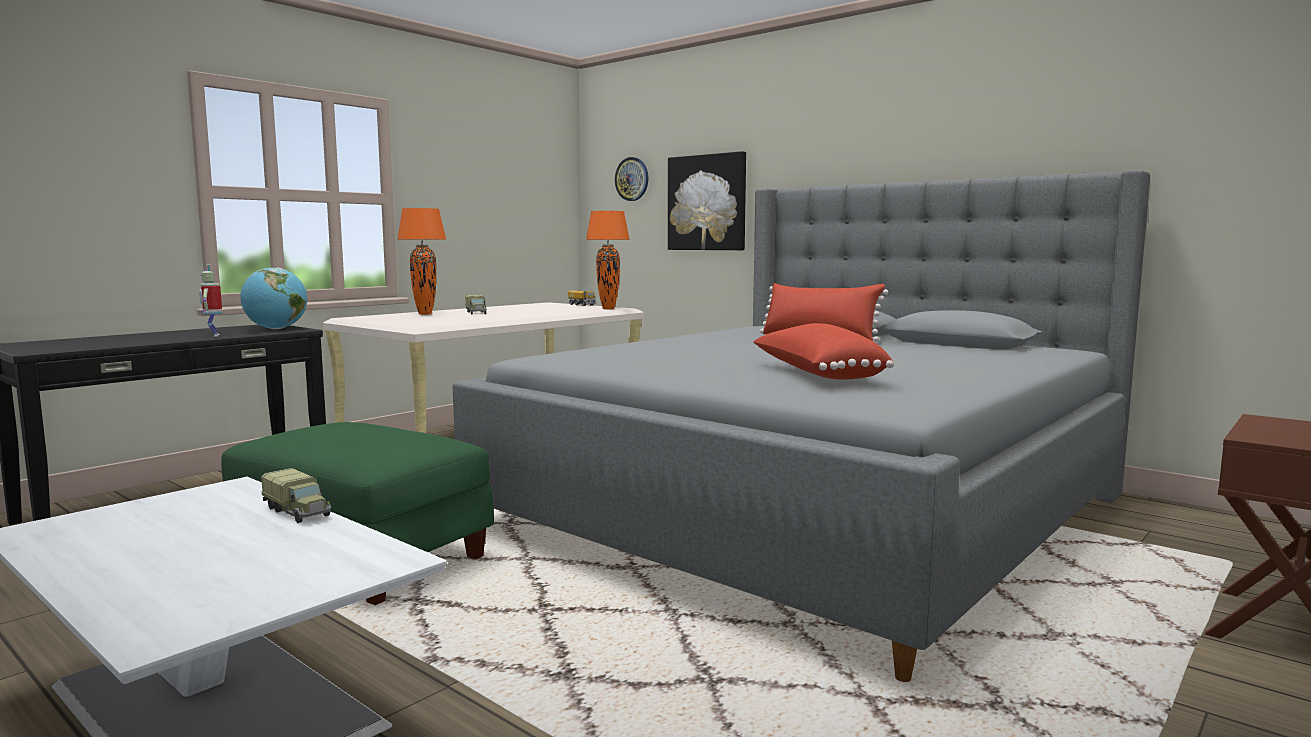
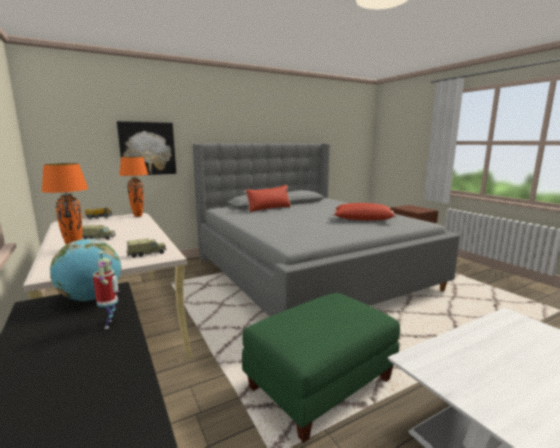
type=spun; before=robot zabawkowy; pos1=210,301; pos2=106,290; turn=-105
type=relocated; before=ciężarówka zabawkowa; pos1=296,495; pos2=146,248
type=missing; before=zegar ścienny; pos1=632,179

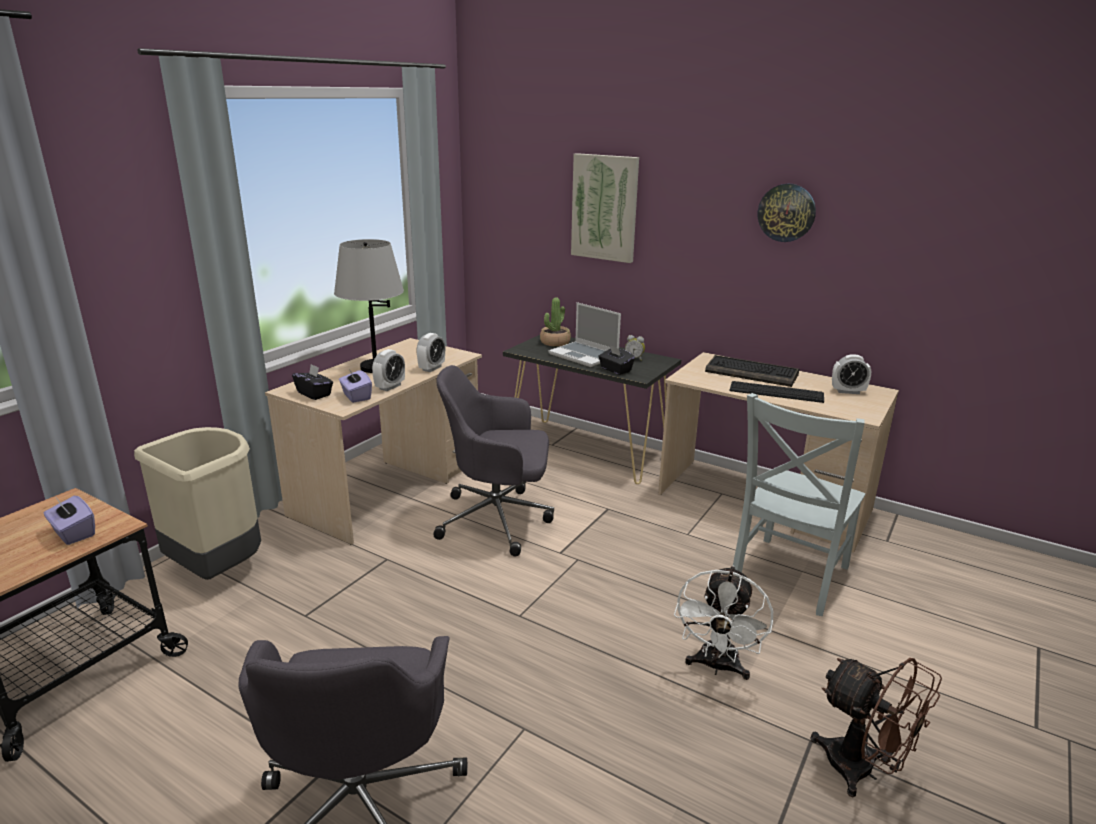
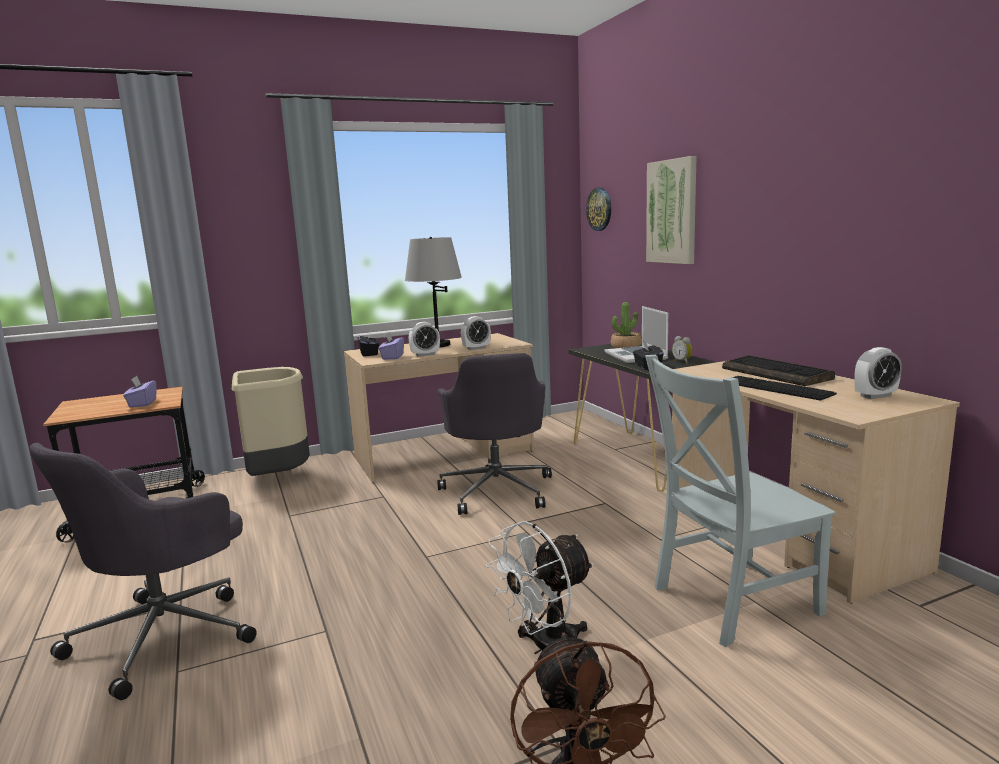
type=spun; before=krzesło biurowe [szary]; pos1=493,460; pos2=494,434; turn=-135
type=relocated; before=zegar ścienny; pos1=787,213; pos2=598,209
type=spun; before=budzik; pos1=851,374; pos2=878,373; turn=-60

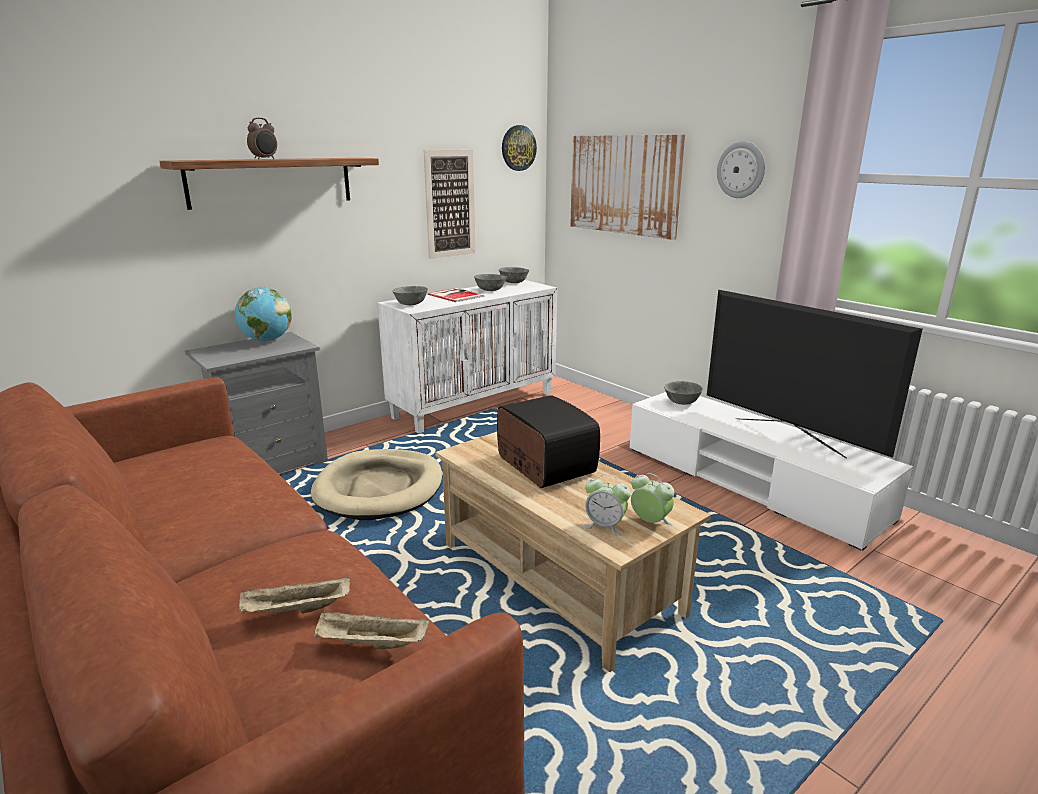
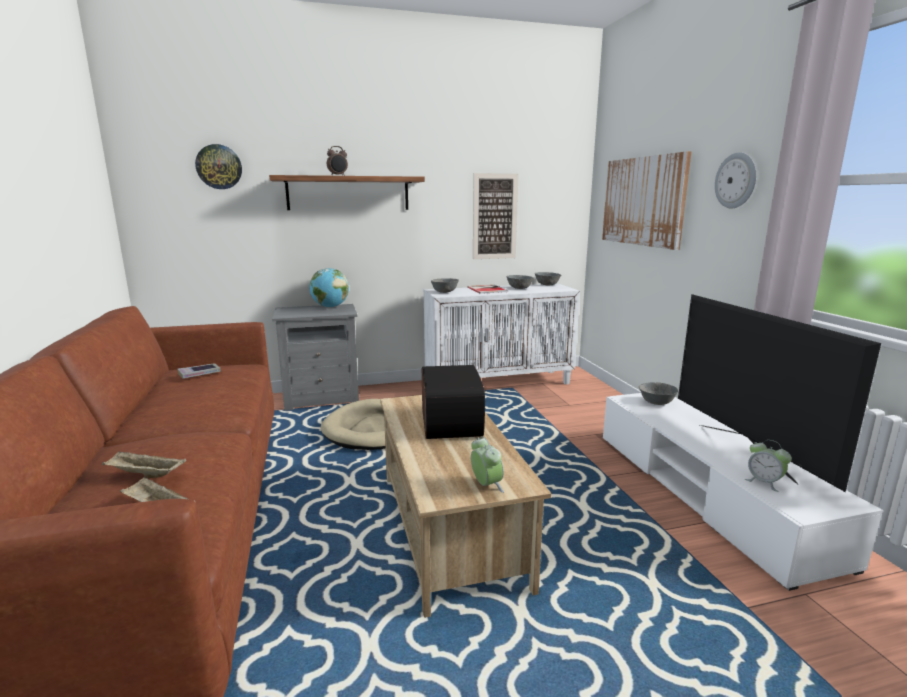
type=appeared; after=książka; pos2=199,371
type=relocated; before=zegar ścienny; pos1=519,148; pos2=218,166
type=relocated; before=budzik; pos1=607,505; pos2=768,466

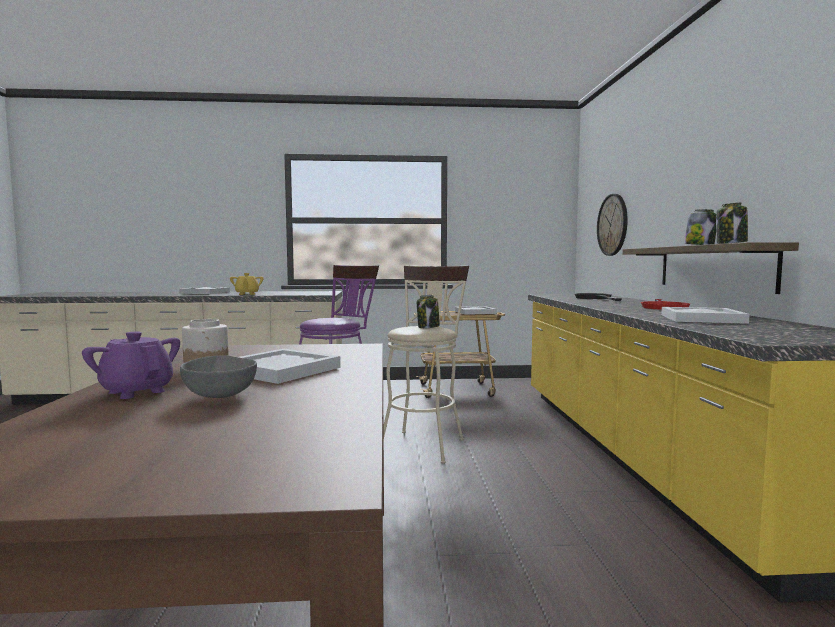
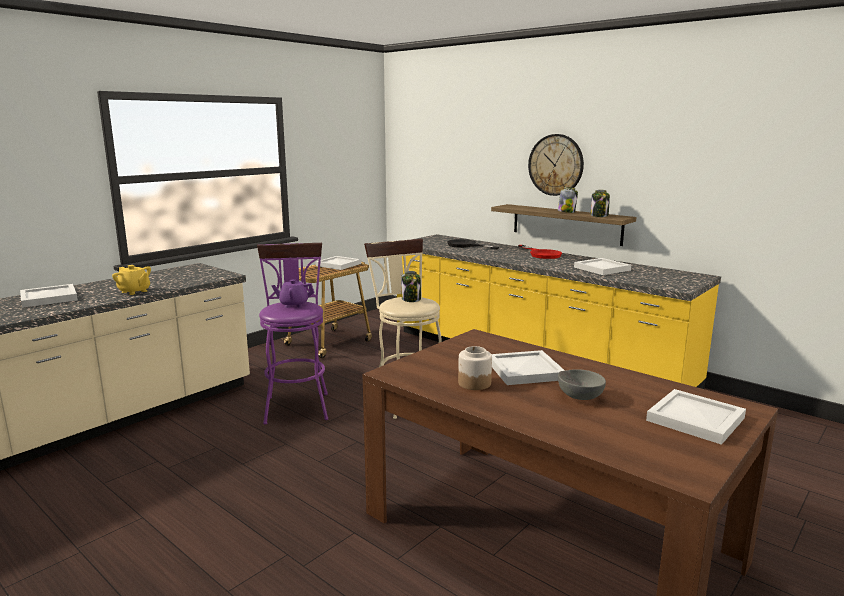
type=relocated; before=imbryk [fioletowy]; pos1=131,365; pos2=293,293
type=relocated; before=zegar ścienny; pos1=612,225; pos2=556,165
type=appeared; after=taca [biały]; pos2=696,417

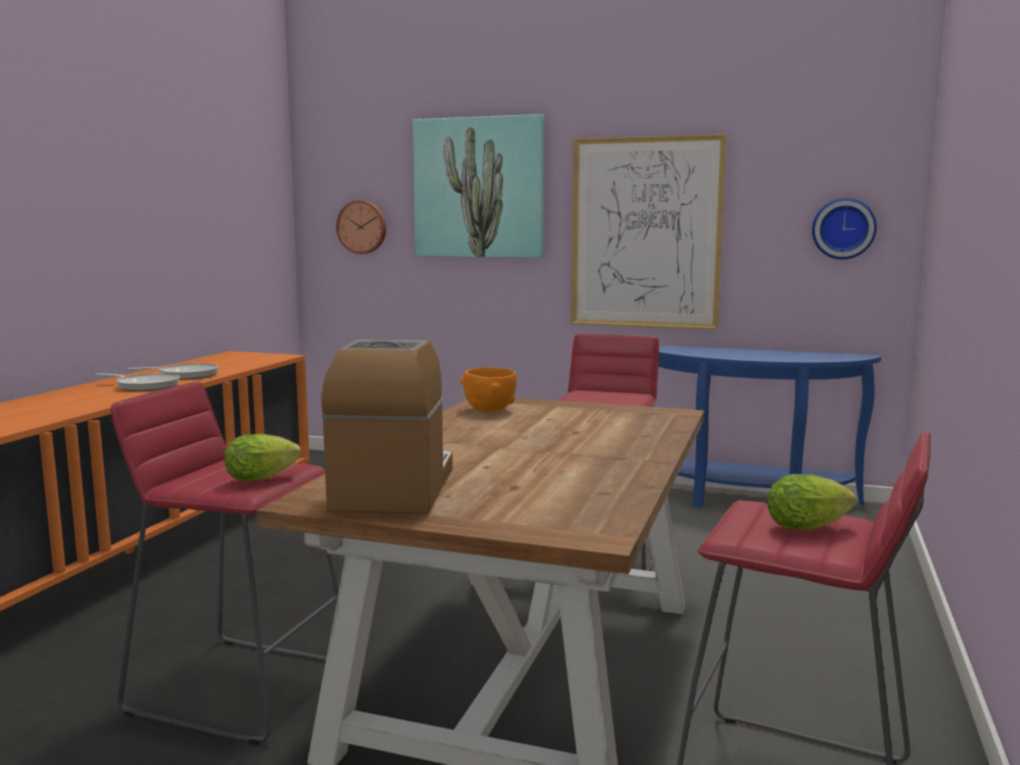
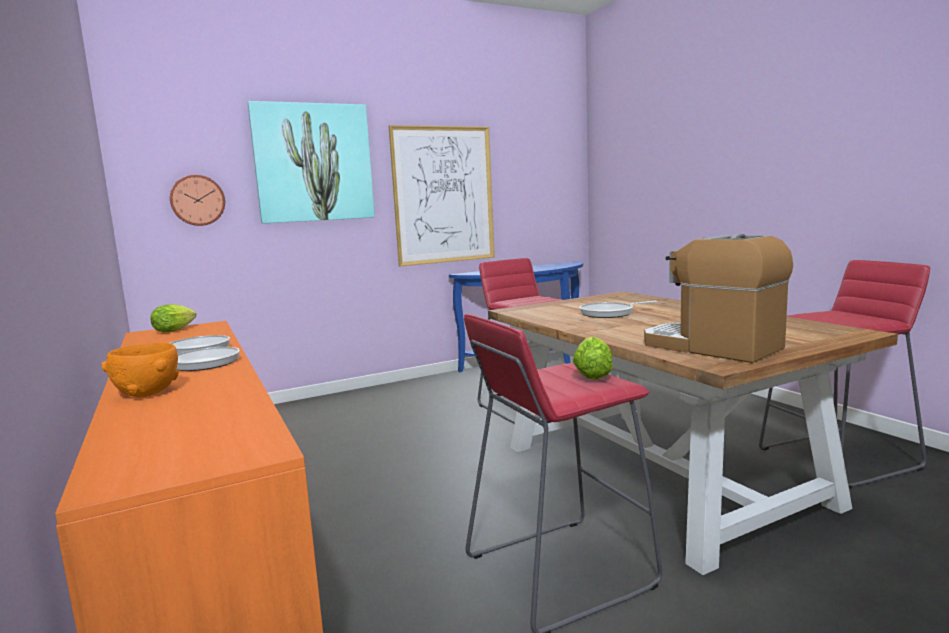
type=relocated; before=miska [pomarańczowy]; pos1=489,389; pos2=140,370
type=relocated; before=sałata; pos1=811,502; pos2=173,318
type=appeared; after=patelnia; pos2=619,309
type=missing; before=zegar ścienny; pos1=844,228

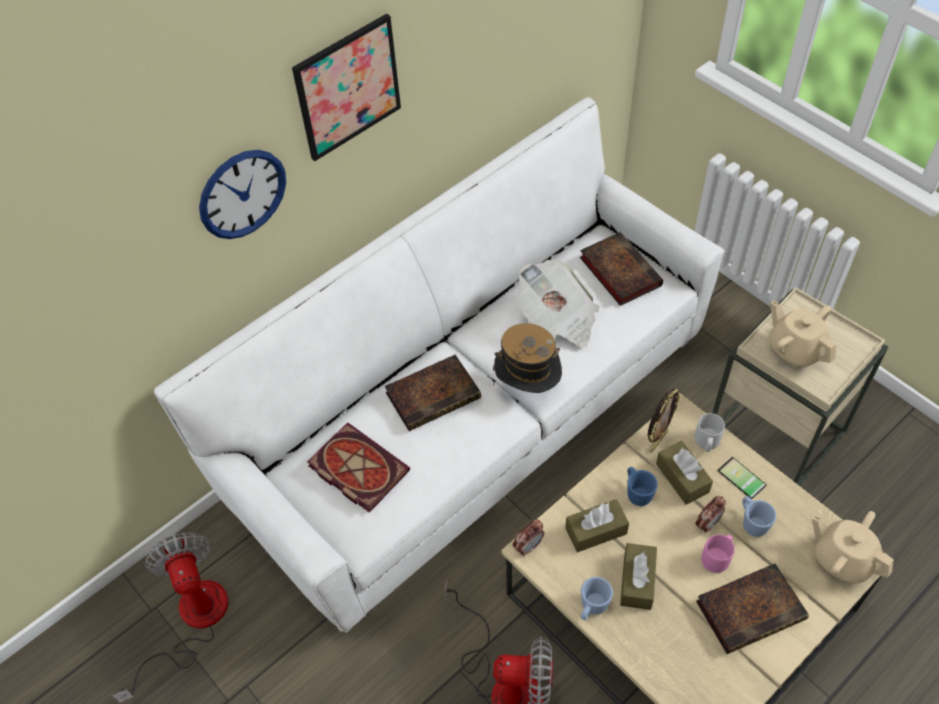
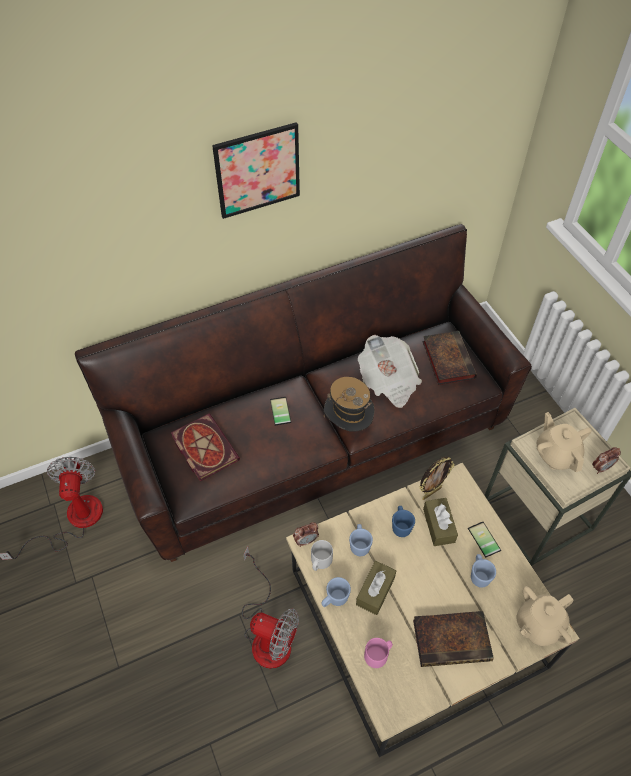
type=colour; before=kanapa [biały]; after=kanapa [brązowy]; pos1=439,365; pos2=303,393
type=exchanged; before=książka; after=telefon; pos1=433,392; pos2=280,411
type=relocated; before=kubek [szary]; pos1=709,432; pos2=322,555
type=exchanged; before=pudełko chusteczek [brązowy]; after=kubek [niebieski]; pos1=597,525; pos2=361,540
type=relocated; before=kubek [różowy]; pos1=718,553; pos2=378,653
type=spun; before=imbryk [beżowy]; pos1=852,547; pos2=545,616; turn=-90
type=relocated; before=budzik; pos1=710,515; pos2=606,460
type=missing; before=zegar ścienny; pos1=242,194

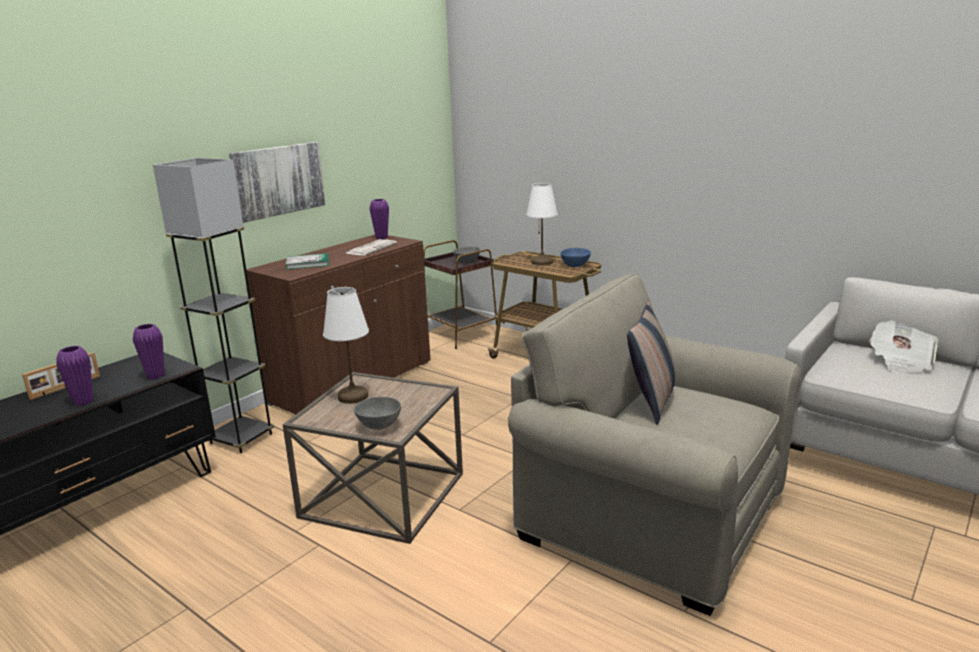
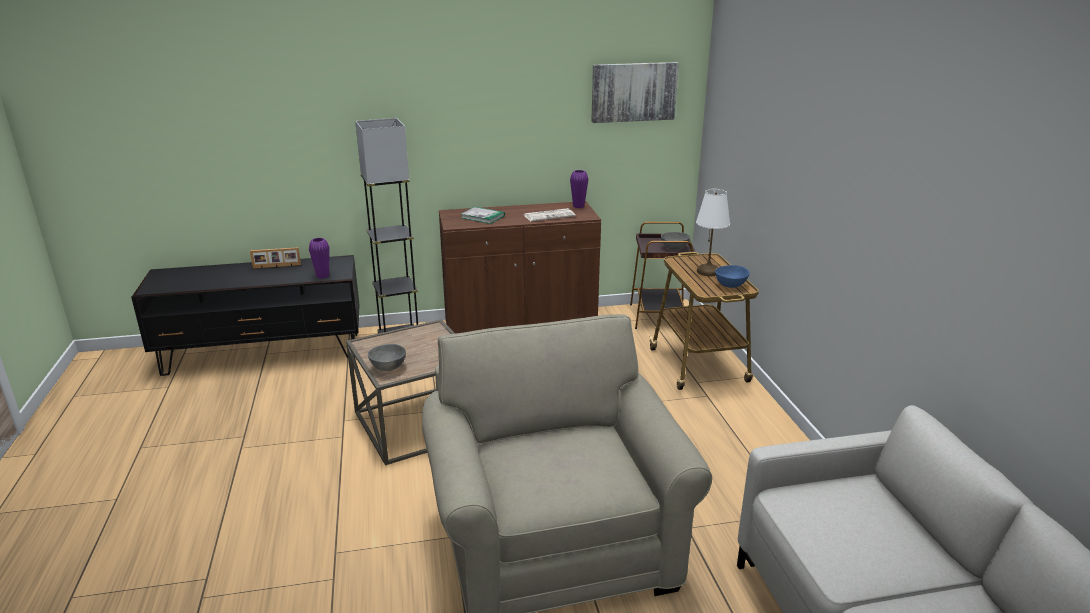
type=relocated; before=obraz; pos1=277,182; pos2=635,92
type=missing; before=wazon [fioletowy]; pos1=74,376
type=missing; before=lampa stołowa [biały]; pos1=346,345
type=missing; before=poduszka; pos1=651,363
type=missing; before=gazeta; pos1=903,346

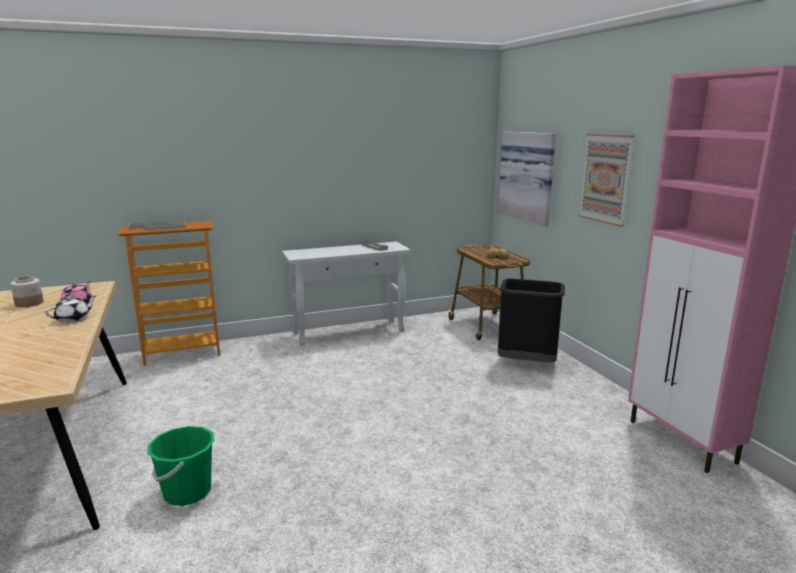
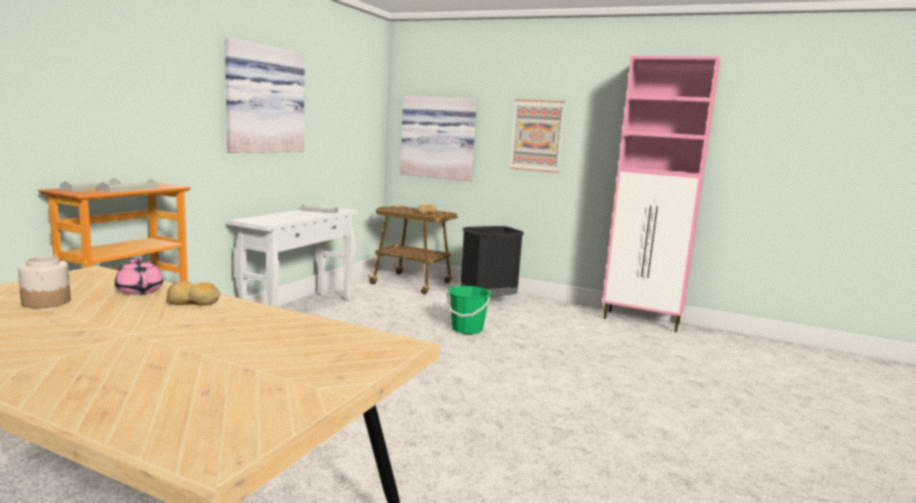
type=exchanged; before=imbryk [biały]; after=chleb; pos1=70,309; pos2=193,293
type=appeared; after=obraz; pos2=265,95
type=relocated; before=wiadro [zielony]; pos1=181,466; pos2=469,310

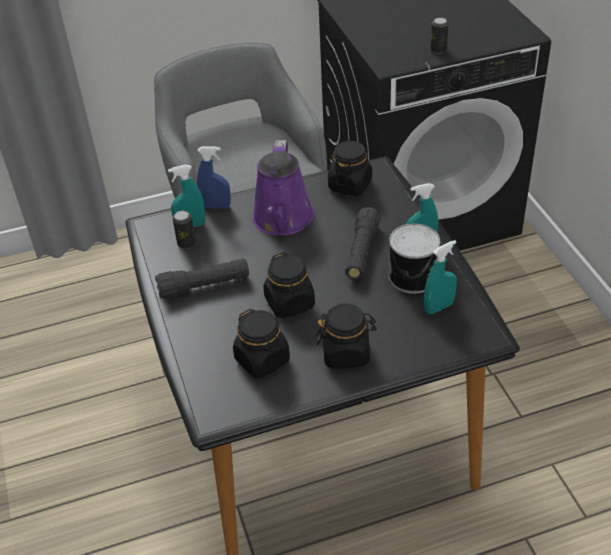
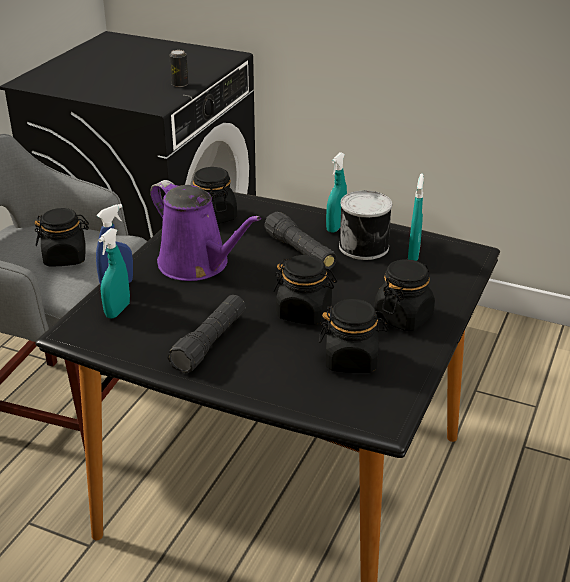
type=appeared; after=słoik [czarny]; pos2=61,237
type=missing; before=puszka; pos1=184,230

